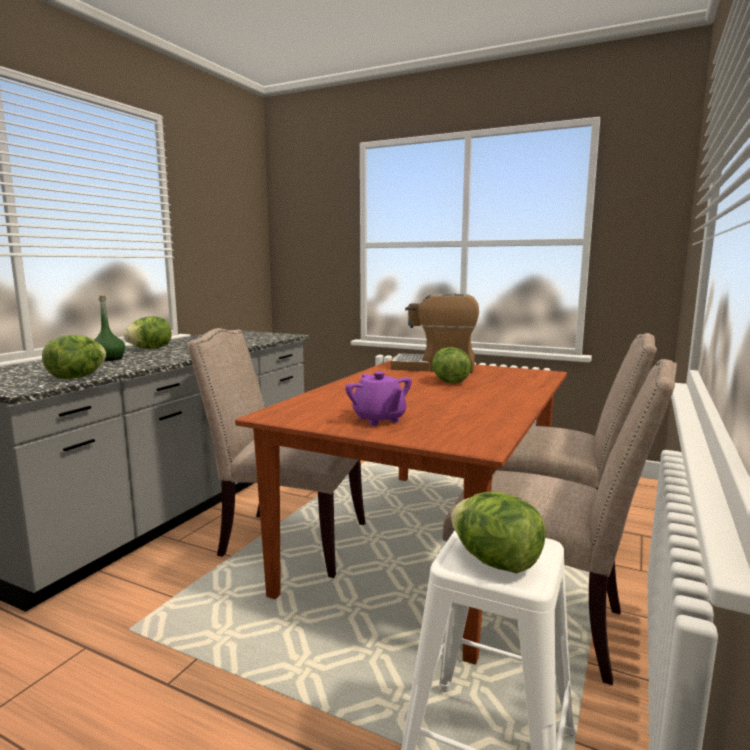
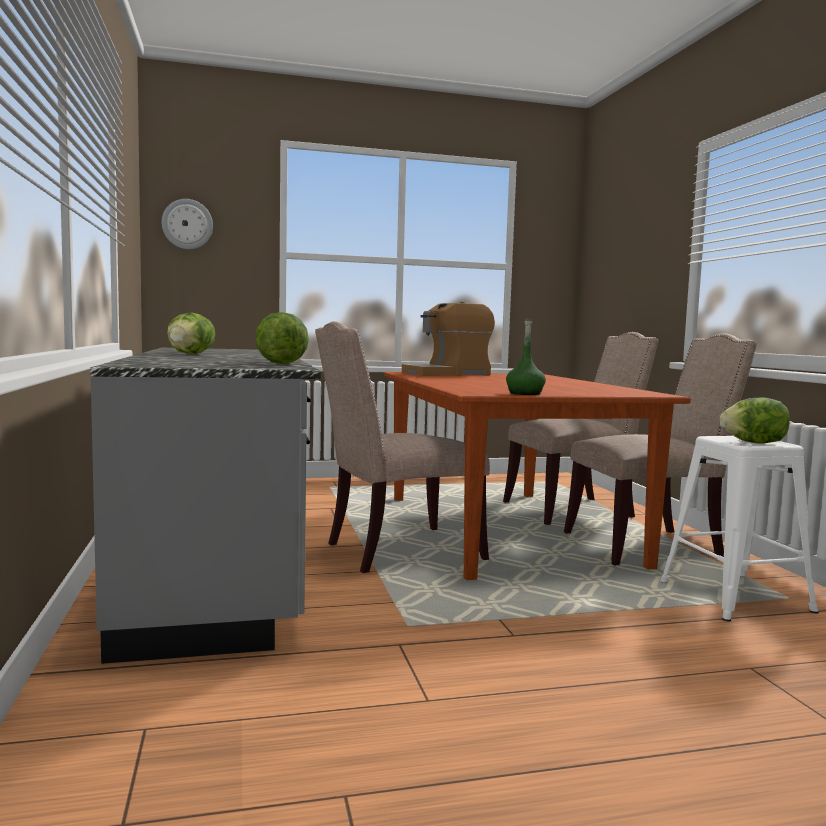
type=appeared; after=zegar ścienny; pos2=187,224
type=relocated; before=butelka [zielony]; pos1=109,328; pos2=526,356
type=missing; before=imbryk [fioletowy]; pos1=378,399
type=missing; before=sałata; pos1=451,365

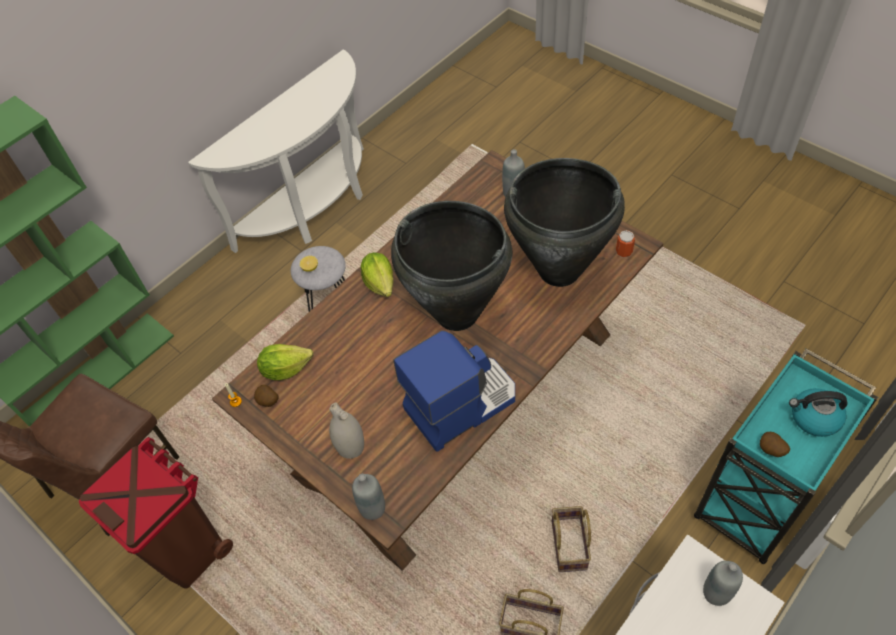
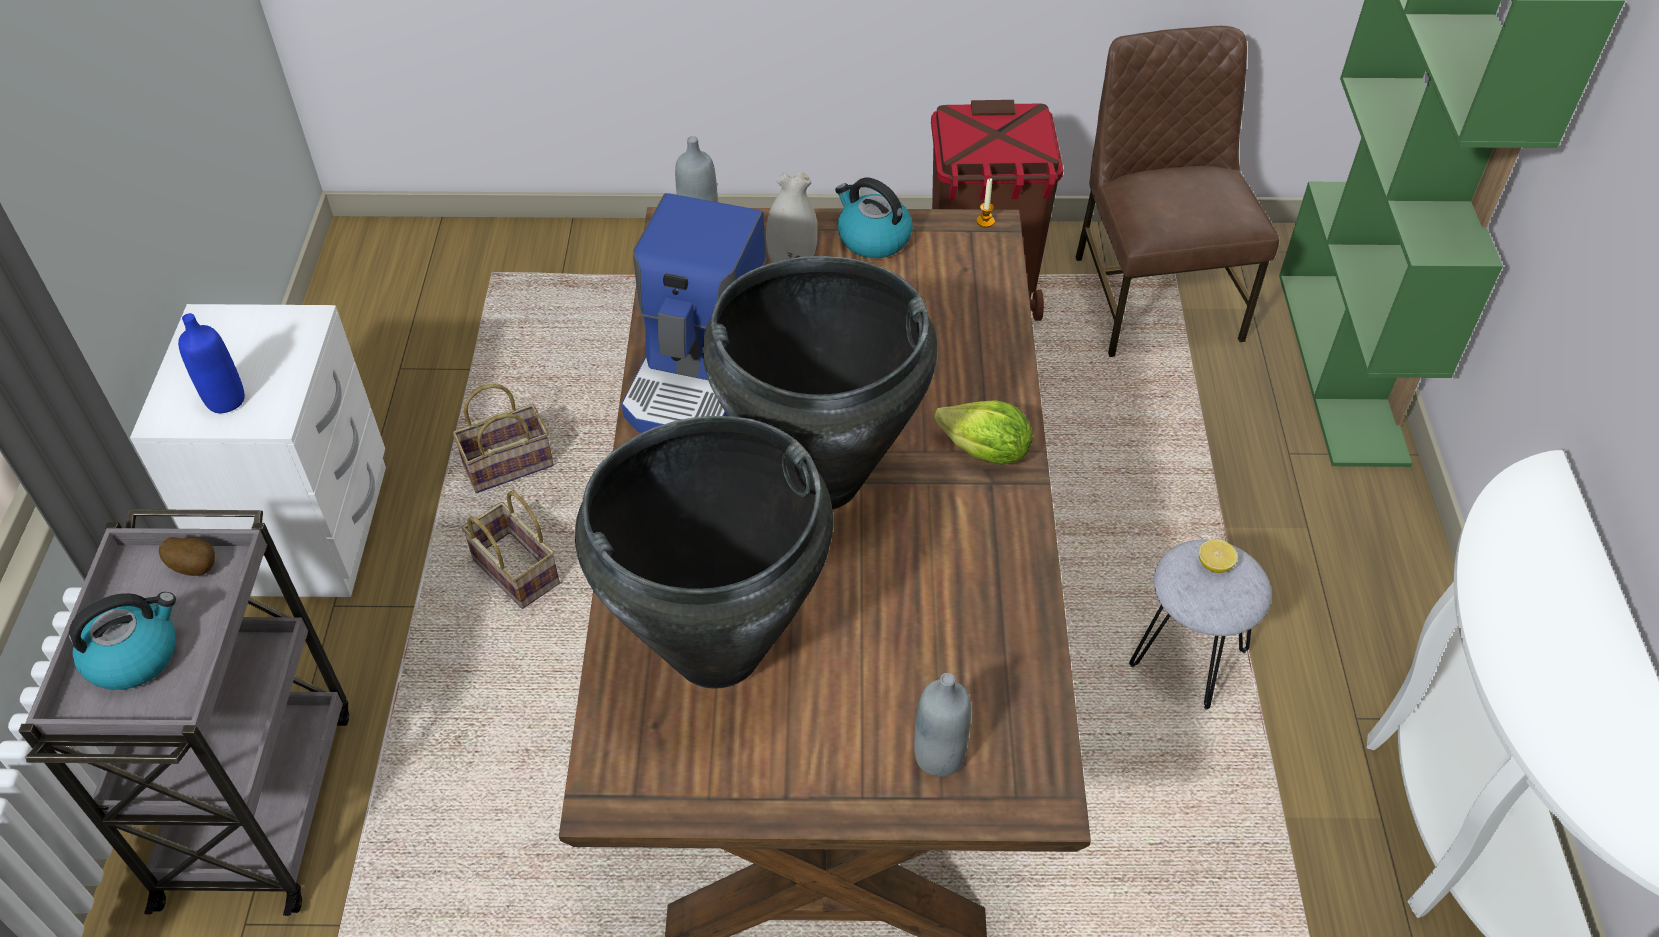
type=colour; before=wózek [turkusowy]; after=wózek [szary]; pos1=786,456; pos2=184,712
type=colour; before=butelka [szary]; after=butelka [niebieski]; pos1=723,583; pos2=211,363
type=appeared; after=czajnik; pos2=874,218
type=missing; before=ziemniak; pos1=266,396
type=missing; before=sałata; pos1=285,362
type=missing; before=puszka; pos1=625,244

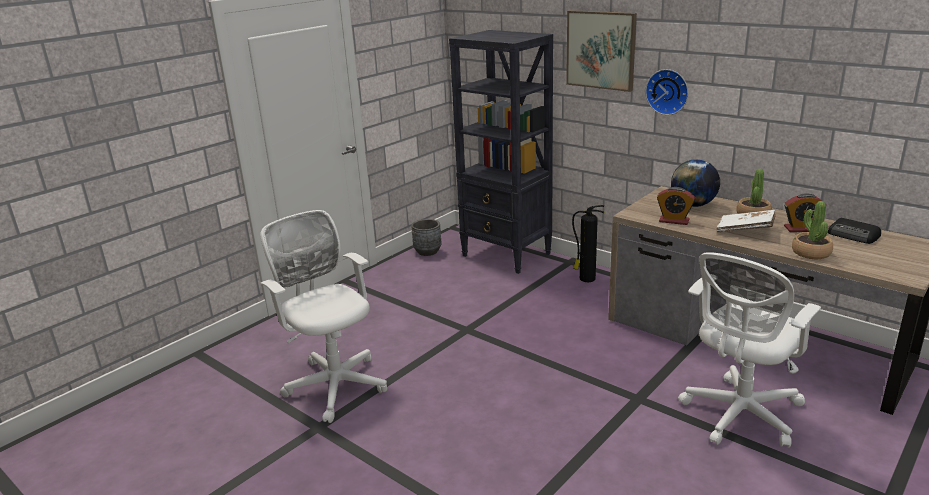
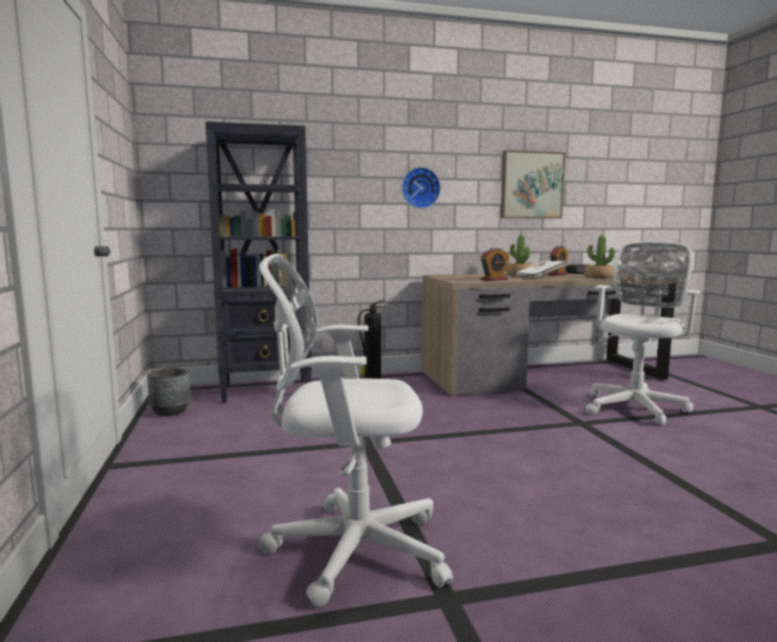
type=relocated; before=obraz; pos1=601,51; pos2=533,184
type=spun; before=krzesło biurowe [biały]; pos1=749,350; pos2=643,333; turn=-135
type=missing; before=globus; pos1=695,183

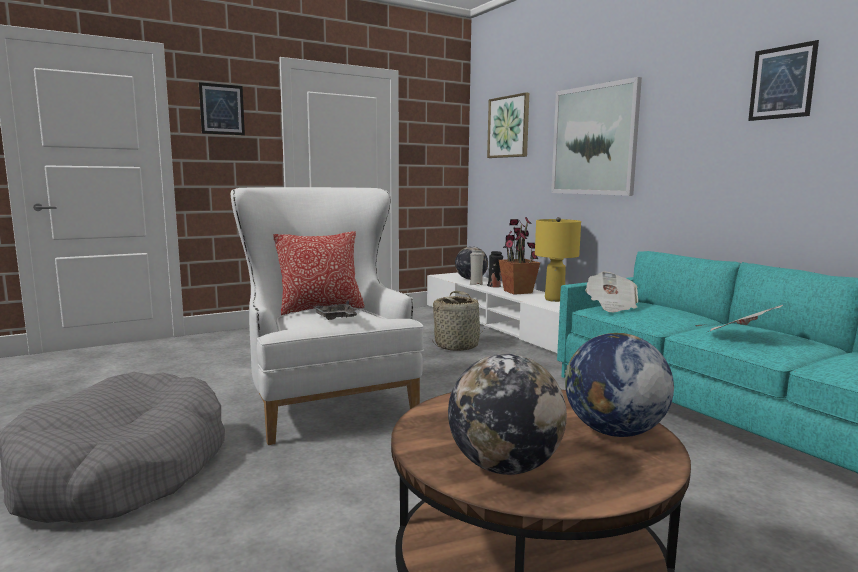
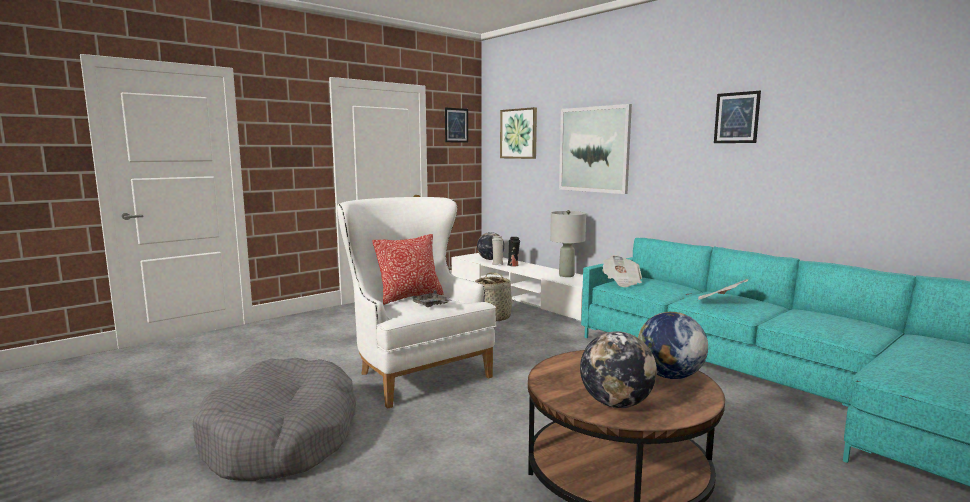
type=relocated; before=obraz; pos1=222,108; pos2=456,125
type=colour; before=lampa stołowa [żółty]; after=lampa stołowa [szary]; pos1=558,259; pos2=568,243
type=missing; before=roślina doniczkowa; pos1=519,256

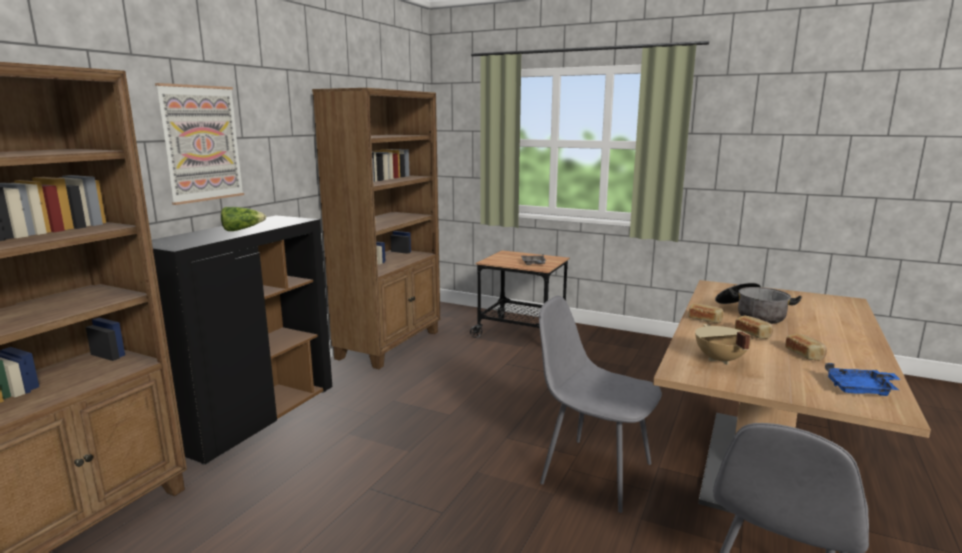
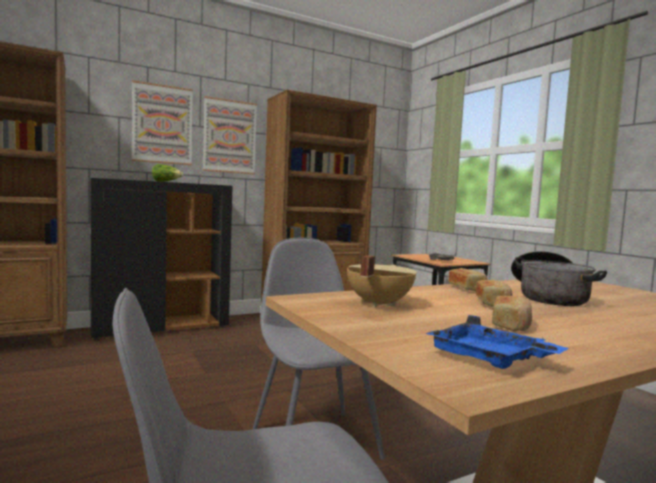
type=appeared; after=obraz; pos2=230,135

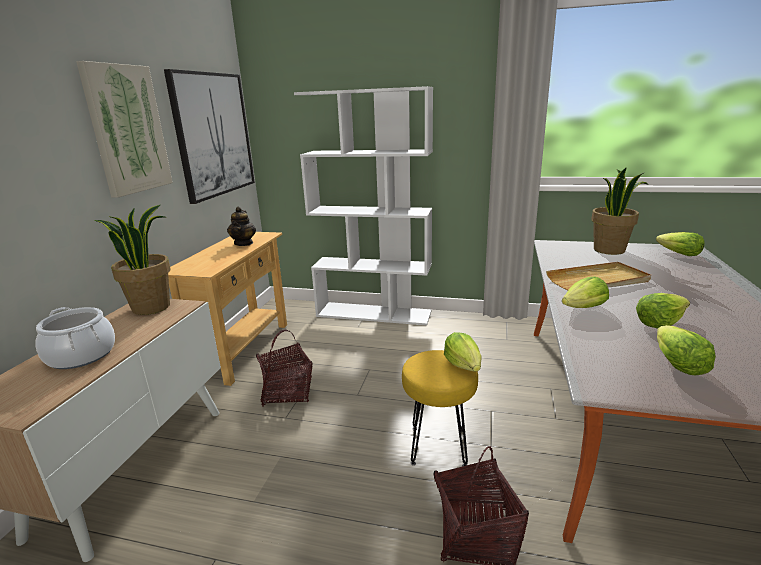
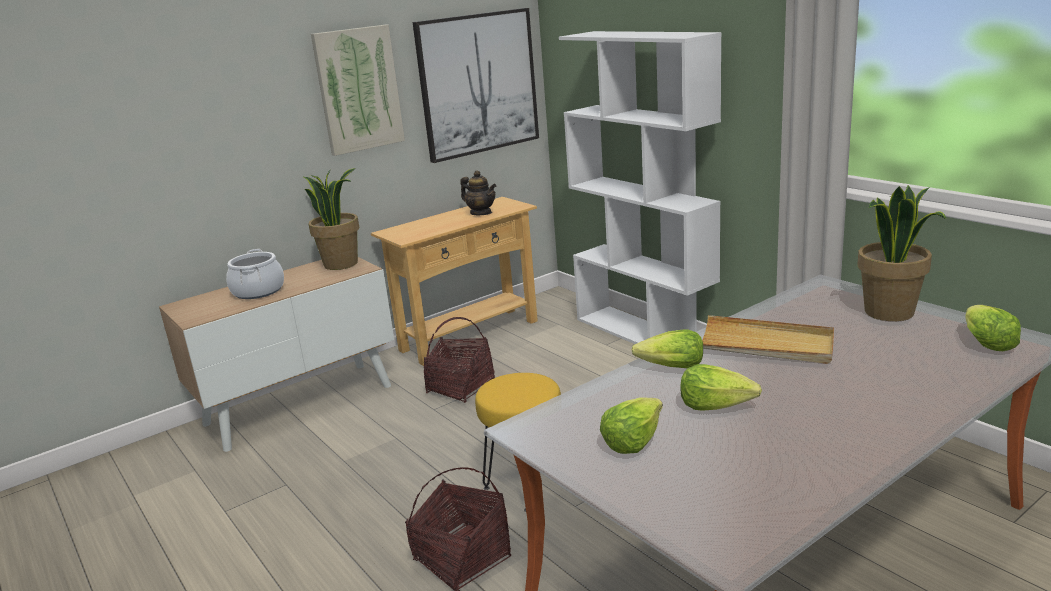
type=spun; before=imbryk; pos1=241,226; pos2=478,193; turn=-90
type=missing; before=sałata; pos1=463,352

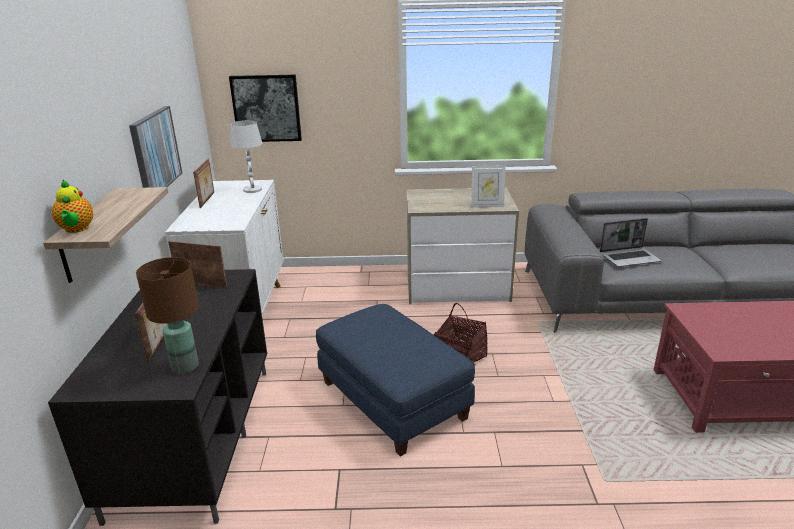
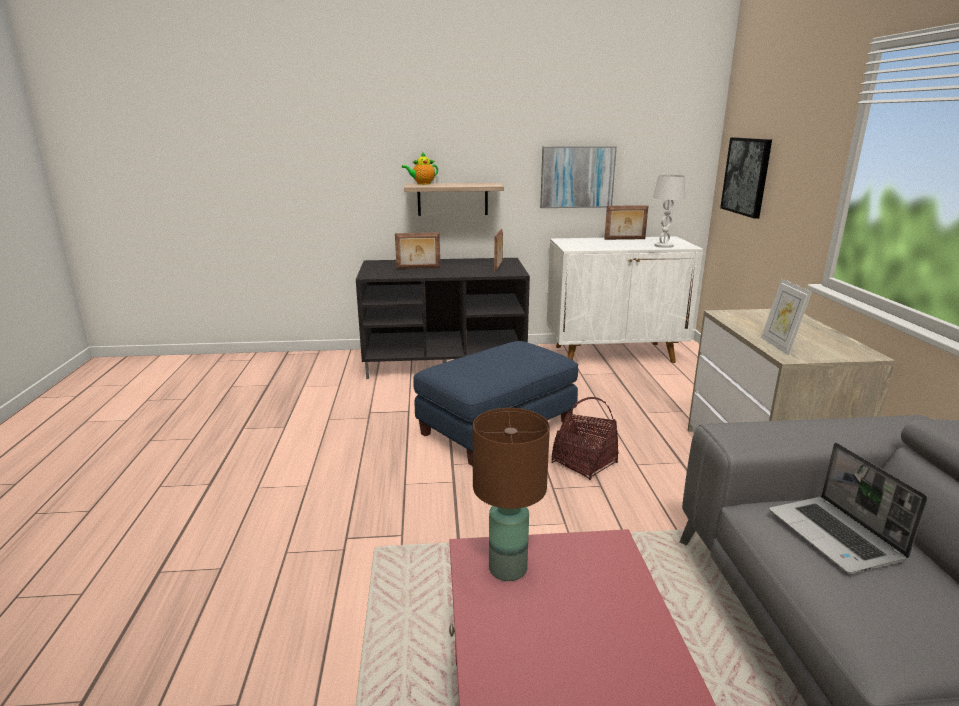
type=relocated; before=lampa stołowa [brązowy]; pos1=167,315; pos2=511,494

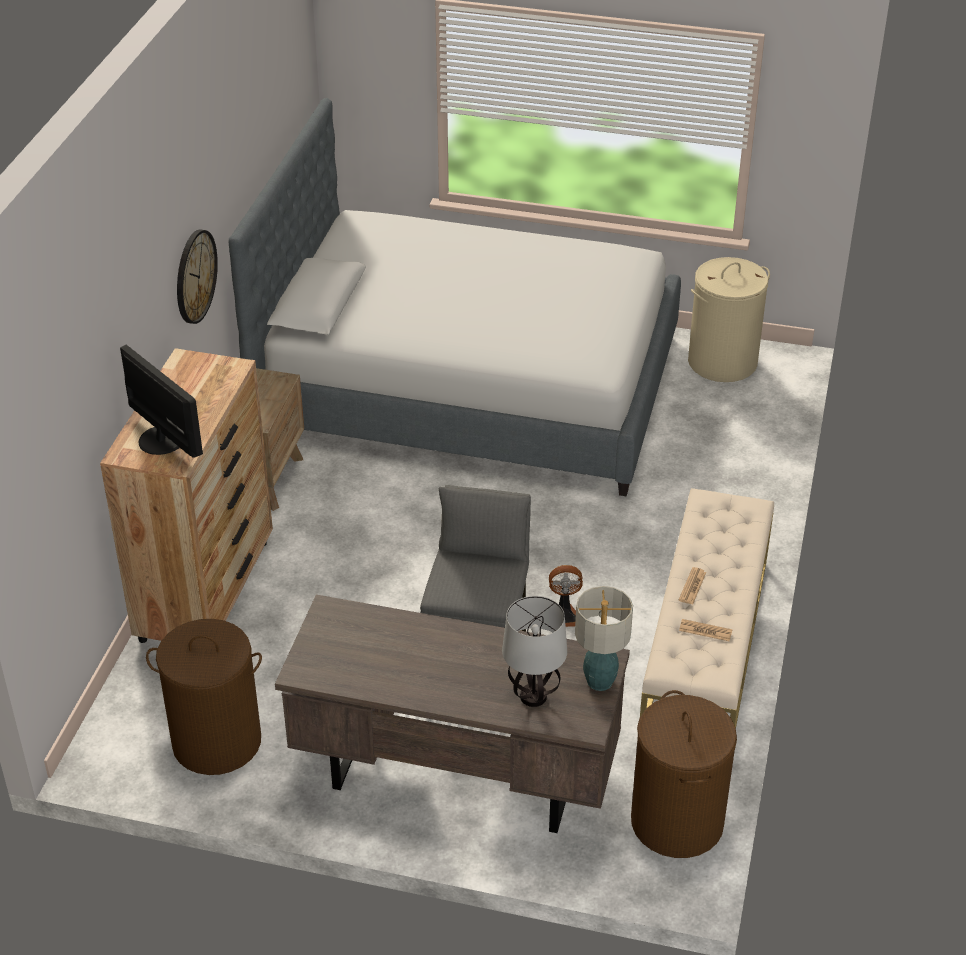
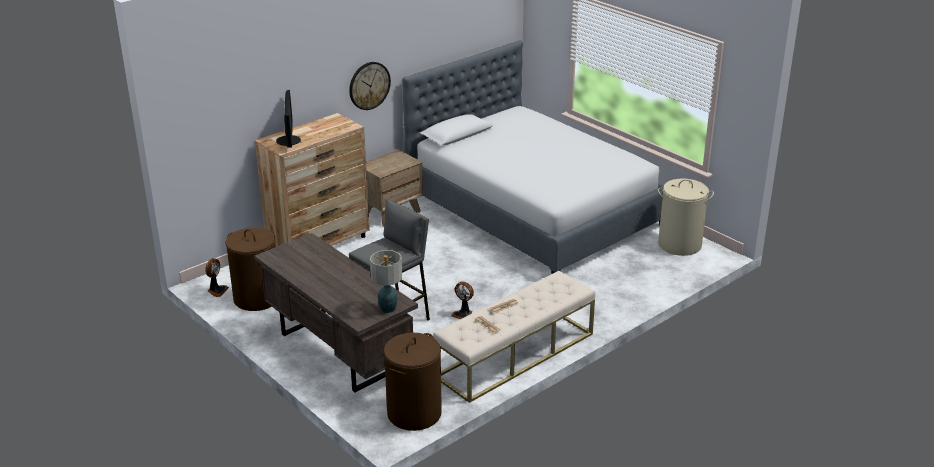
type=appeared; after=wentylator; pos2=217,277
type=missing; before=lampa stołowa; pos1=534,651

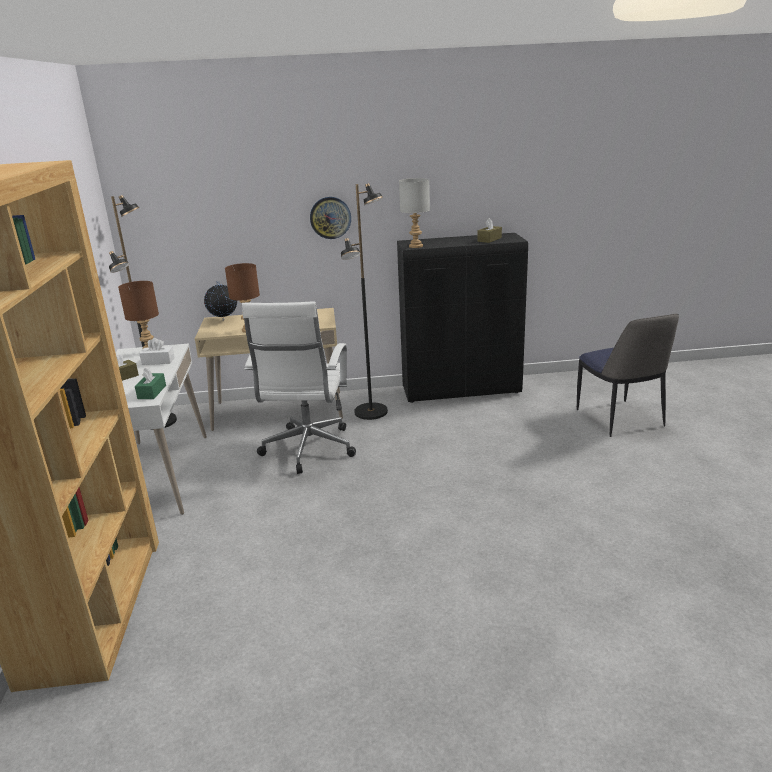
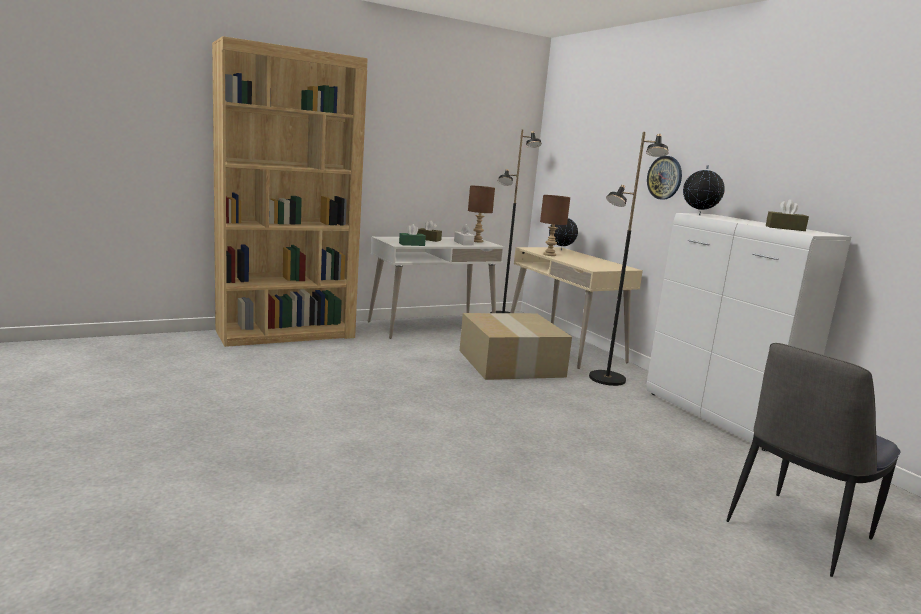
type=exchanged; before=krzesło biurowe [biały]; after=karton; pos1=299,388; pos2=516,346
type=colour; before=szafka [czarny]; after=szafka [biały]; pos1=462,318; pos2=748,332
type=exchanged; before=lampa stołowa [szary]; after=globus; pos1=414,213; pos2=704,190

